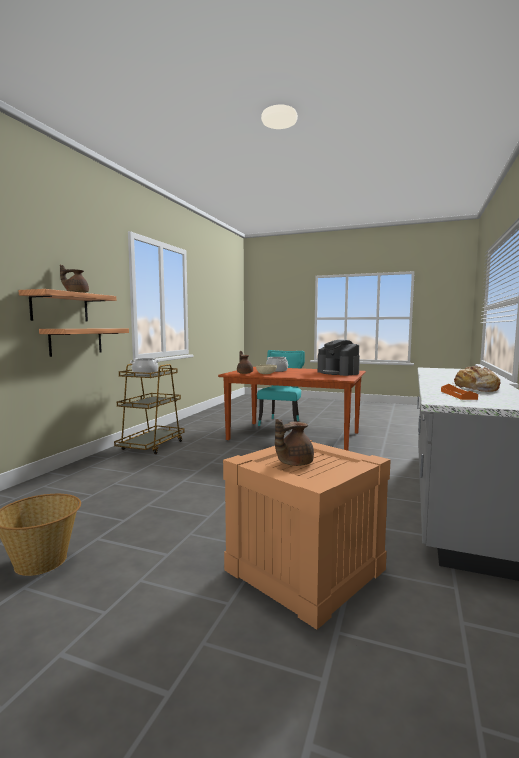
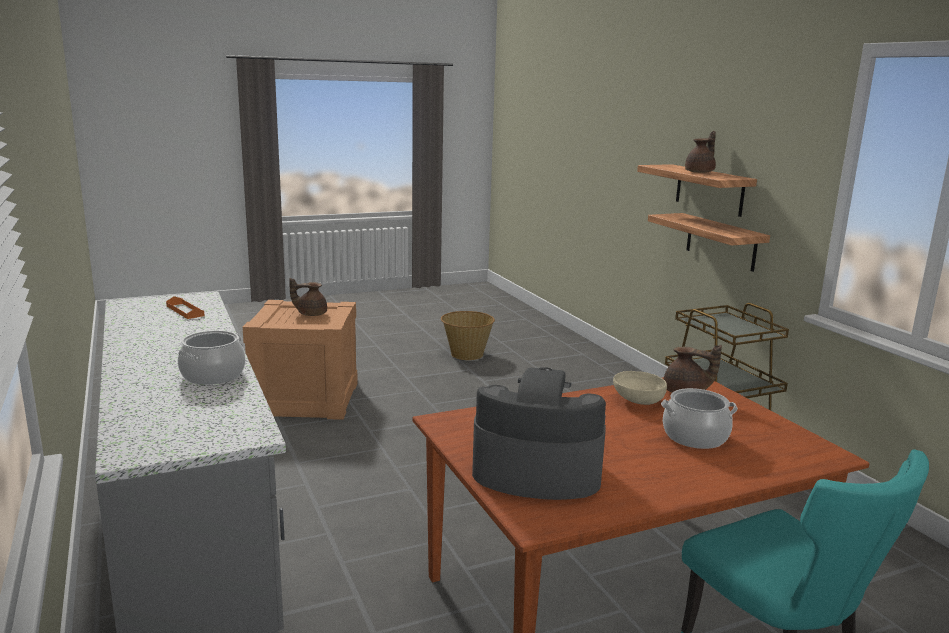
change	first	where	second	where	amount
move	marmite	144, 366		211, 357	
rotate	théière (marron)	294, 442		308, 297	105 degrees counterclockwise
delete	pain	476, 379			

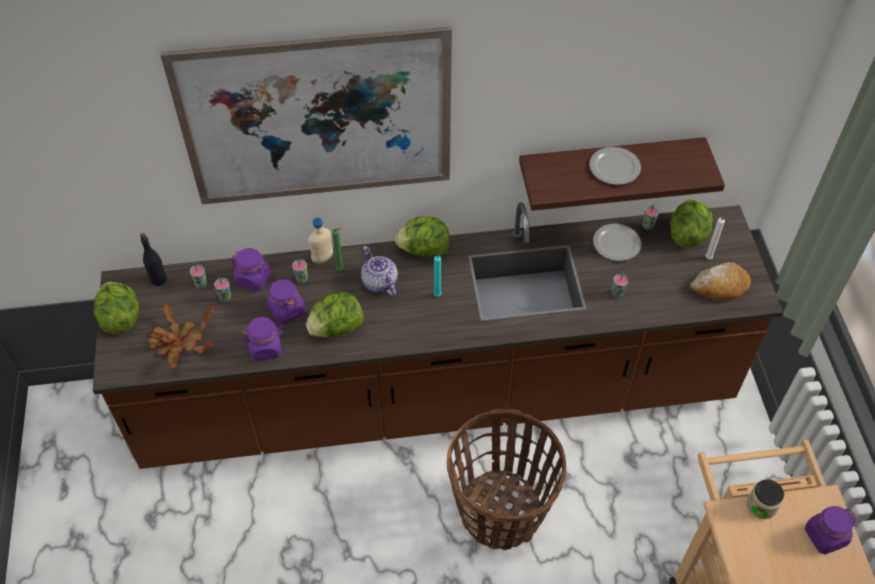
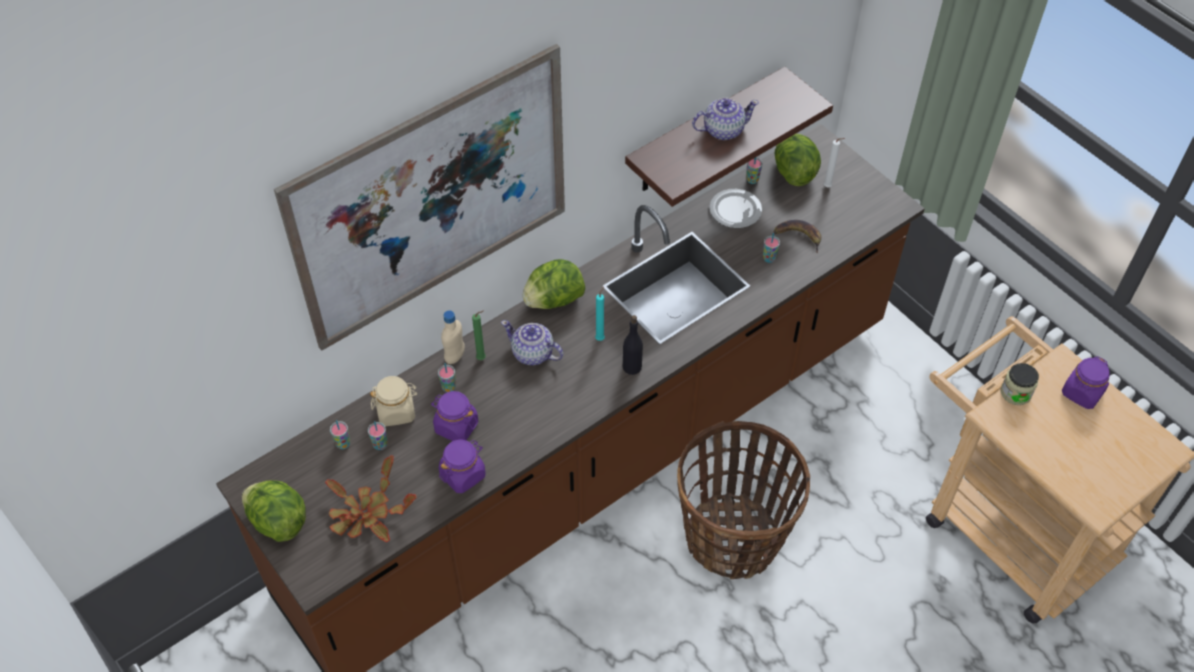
change	first	where	second	where	amount
move	bouteille (noir)	153, 259		633, 345	
recolor	bocal (violet)	251, 270	bocal (beige)	393, 401	
delete	laitue	335, 314			
replace	assiette	615, 166	théière	725, 119	
delete	pain	720, 281			
insert			banane	797, 237	

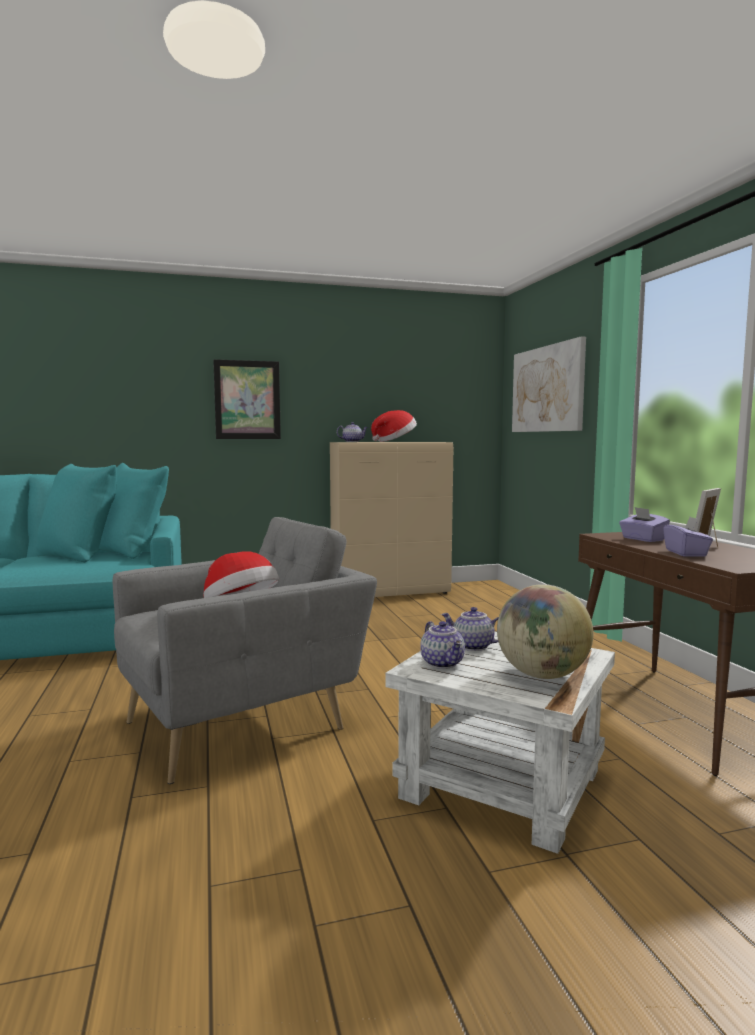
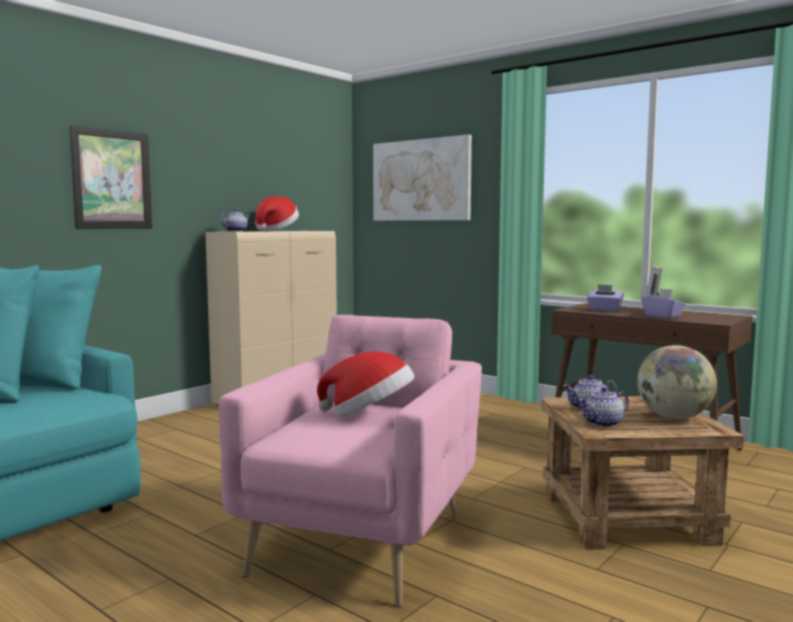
change	first	where	second	where	amount
recolor	fauteuil (gris)	244, 650	fauteuil (rose)	350, 461	
recolor	table d'appoint (blanc)	500, 743	table d'appoint (marron)	642, 473	
rotate	théière	442, 645		604, 407	120 degrees clockwise

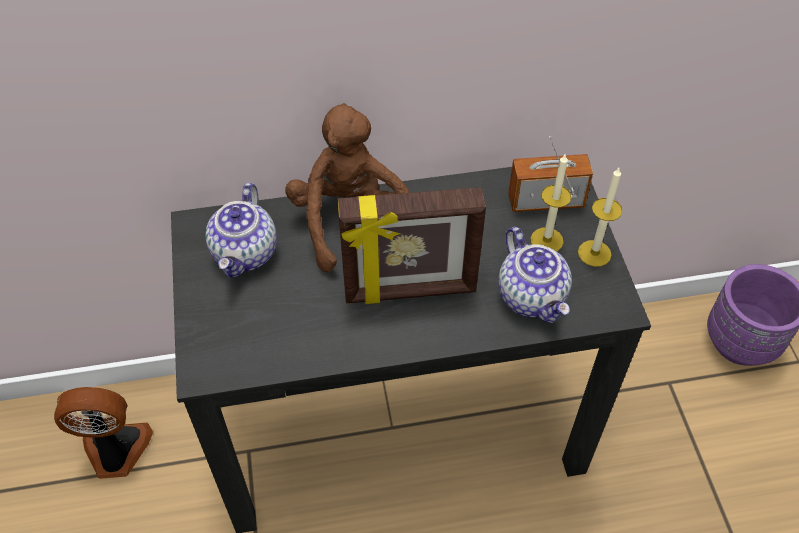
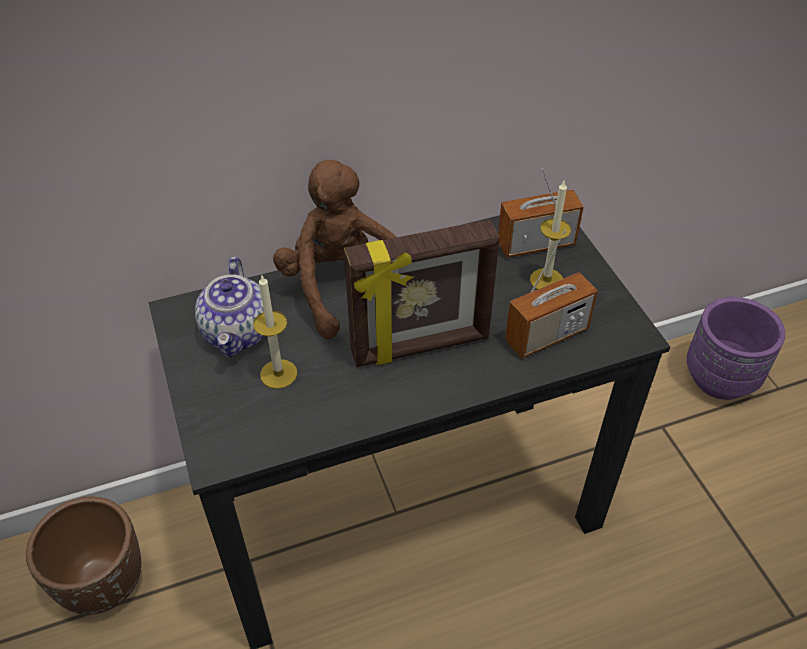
change	first	where	second	where	amount
replace	ventilateur	103, 433	cache-pot (marron)	83, 556	
replace	théière	535, 275	radio	551, 294	
move	bougie	600, 217		275, 332	

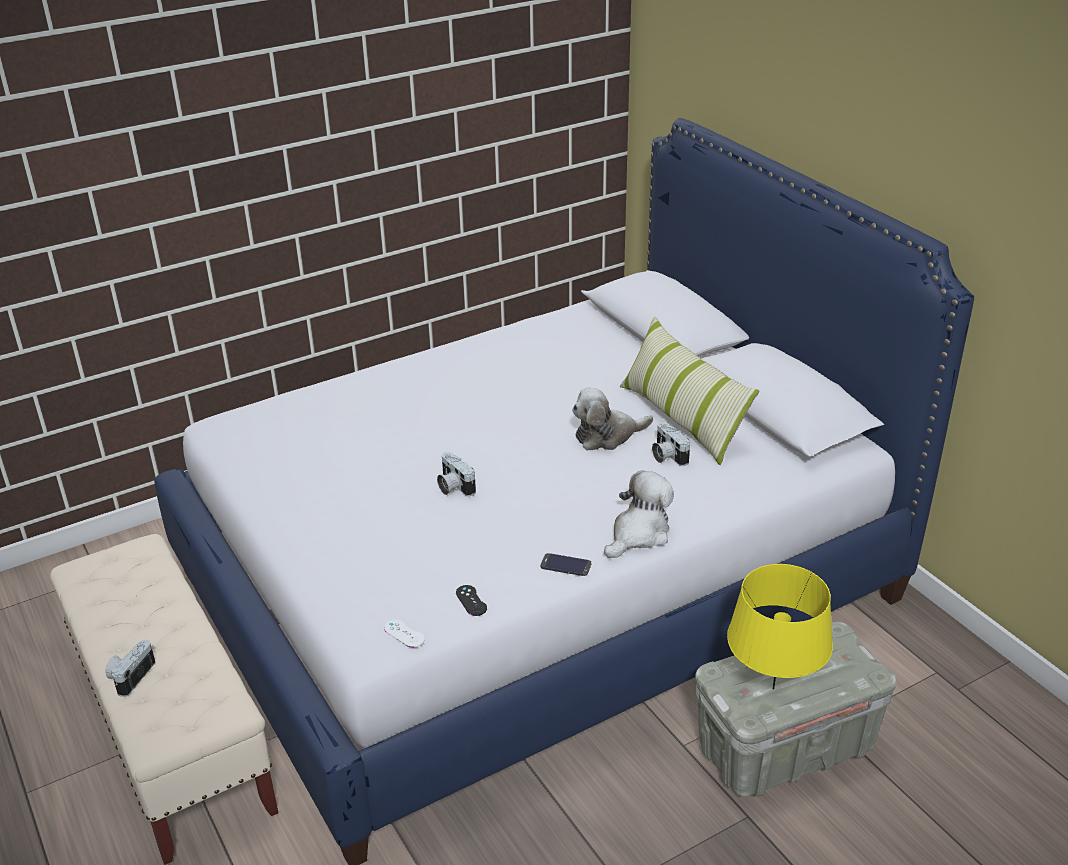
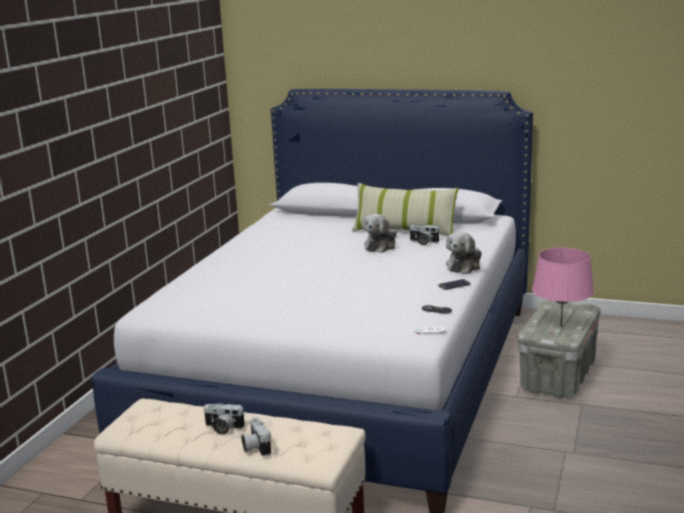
change	first	where	second	where	amount
move	appareil photo	456, 474		224, 419	
rotate	peluche	639, 514		464, 253	150 degrees counterclockwise
recolor	lampe de table (jaune)	780, 627	lampe de table (rose)	563, 287	

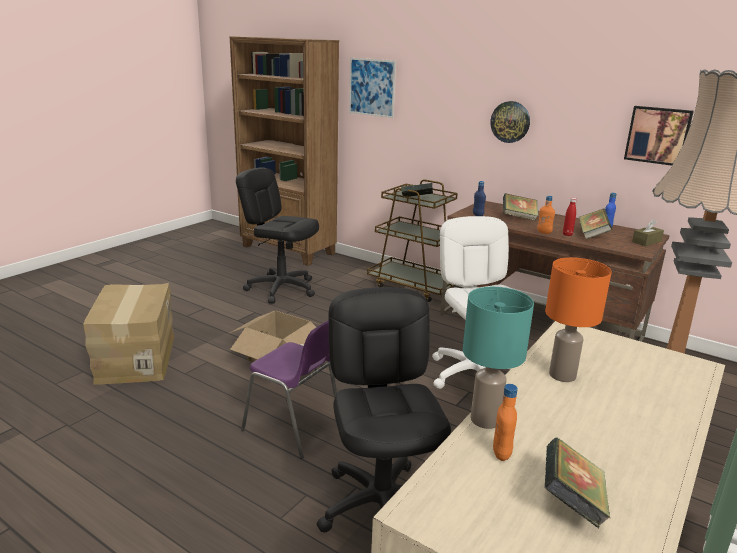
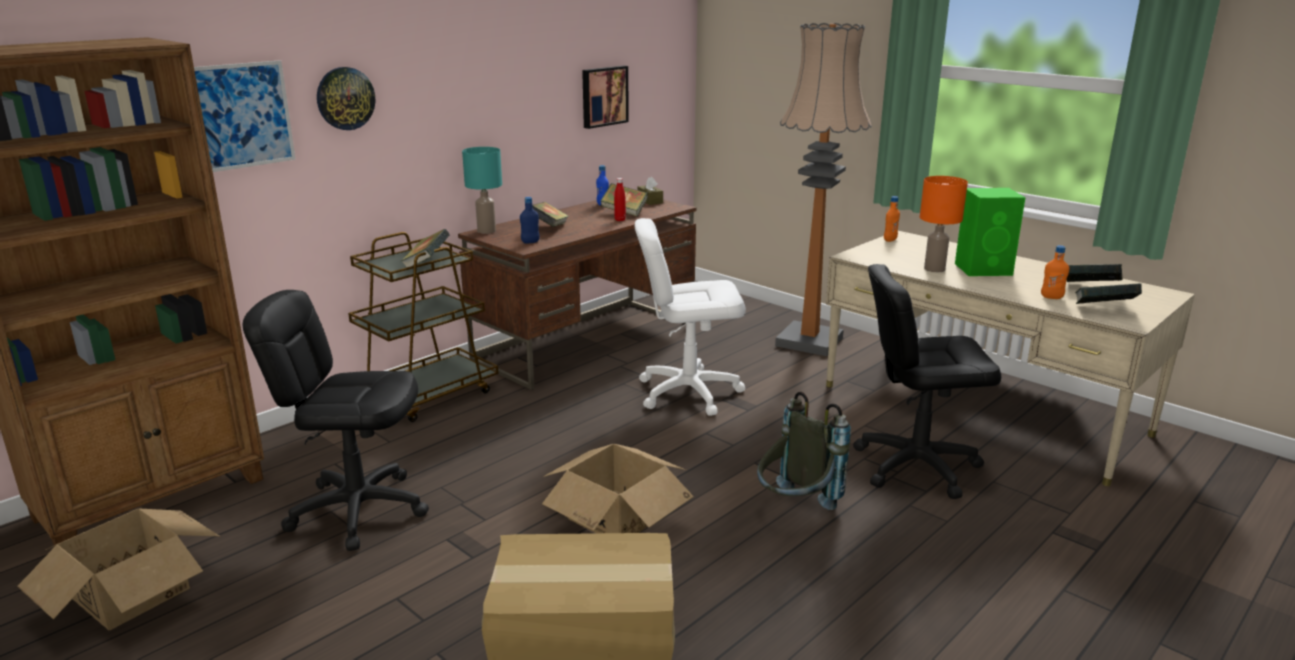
change	first	where	second	where	amount
rotate	chaise de bureau (noir)	277, 235		336, 420	60 degrees clockwise
replace	chaise (violet)	289, 389	sac à dos (gris)	804, 451	
move	lampe de table (turquoise)	498, 358		482, 190	
move	horloge murale	510, 122		346, 98	
move	bouteille (orange)	546, 215		892, 219	
insert			carton	118, 569	
insert			enceinte (vert)	990, 232	
insert			livre	1108, 293	

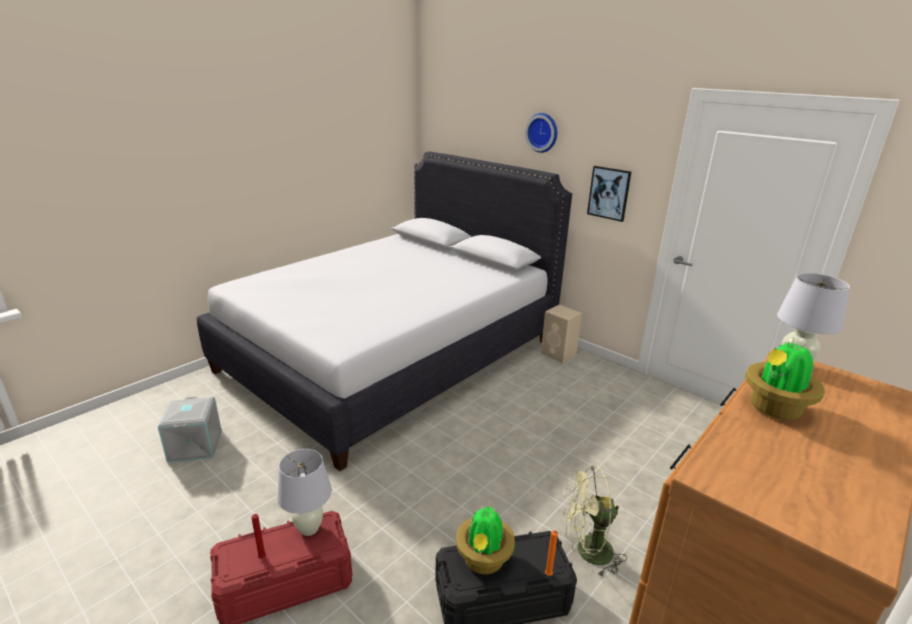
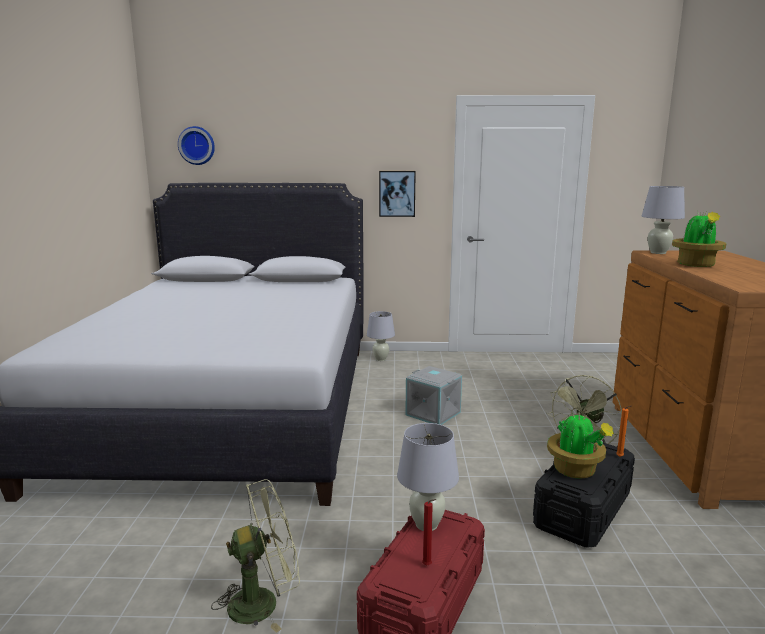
change	first	where	second	where	amount
move	boîte de rangement (gris)	190, 430		433, 395	
move	horloge murale	541, 133		196, 145	
replace	enceinte (beige)	561, 334	lampe de table (blanc)	381, 336	
insert			ventilateur (vert)	255, 556	

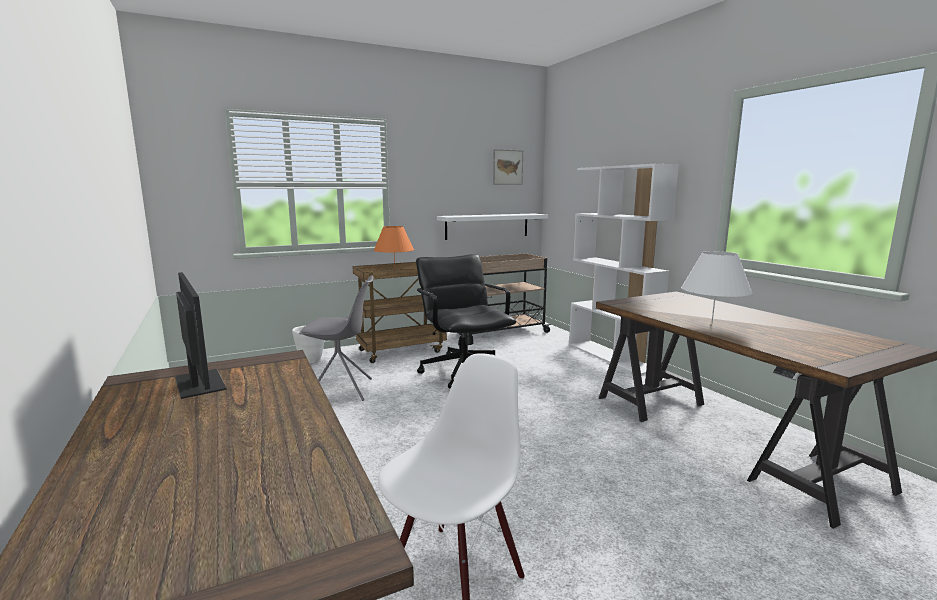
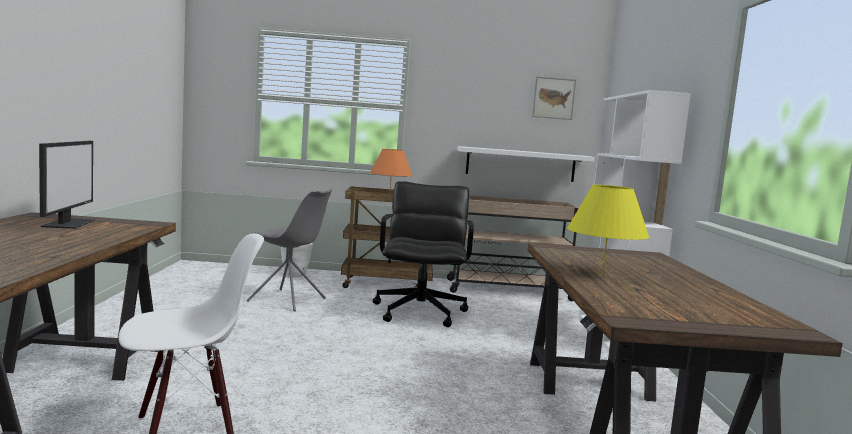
change	first	where	second	where	amount
recolor	lampe de table (blanc)	717, 287	lampe de table (jaune)	608, 230	

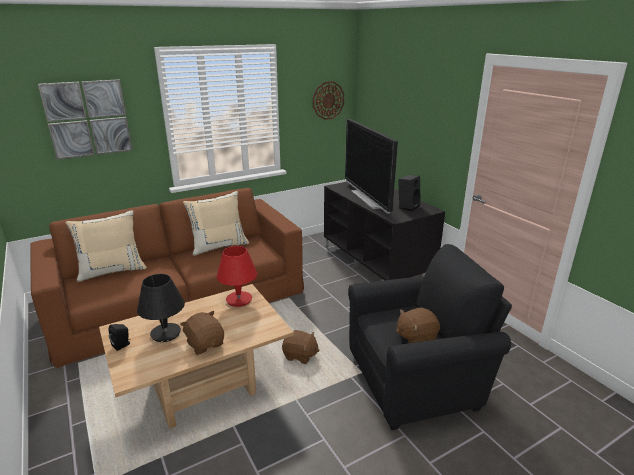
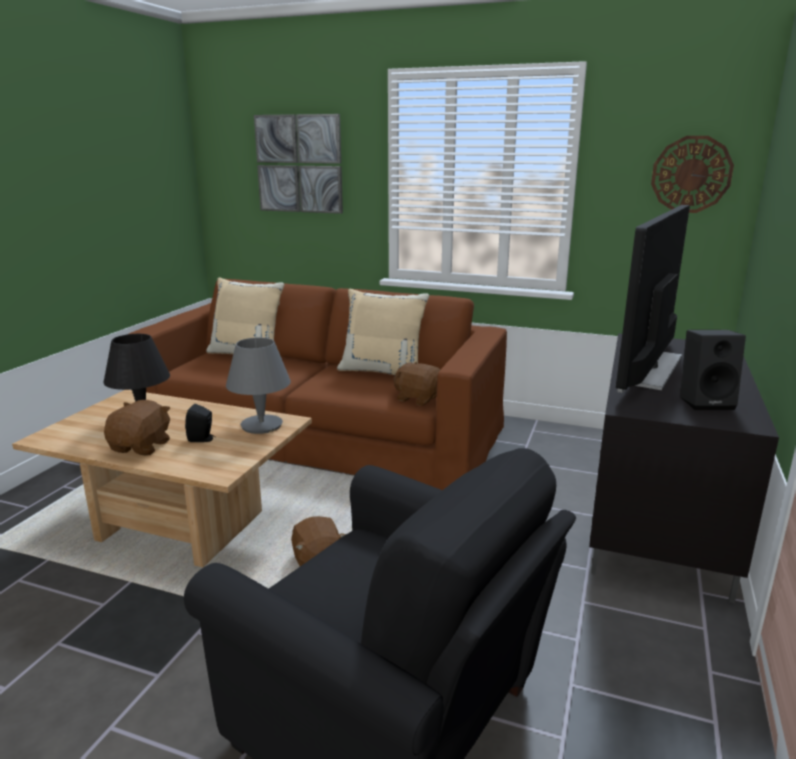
change	first	where	second	where	amount
move	enceinte (noir)	119, 337		200, 423	
recolor	lampe de table (rouge)	237, 276	lampe de table (gris)	258, 386	
move	peluche (marron)	418, 325		416, 384	

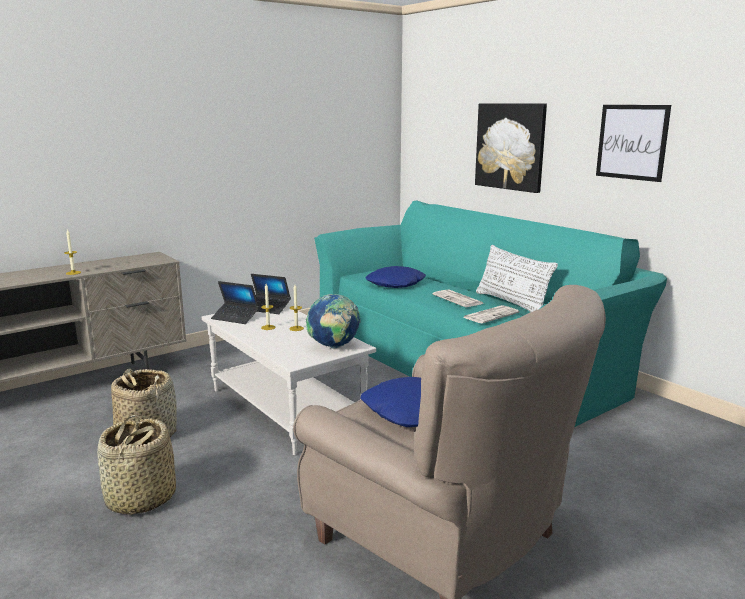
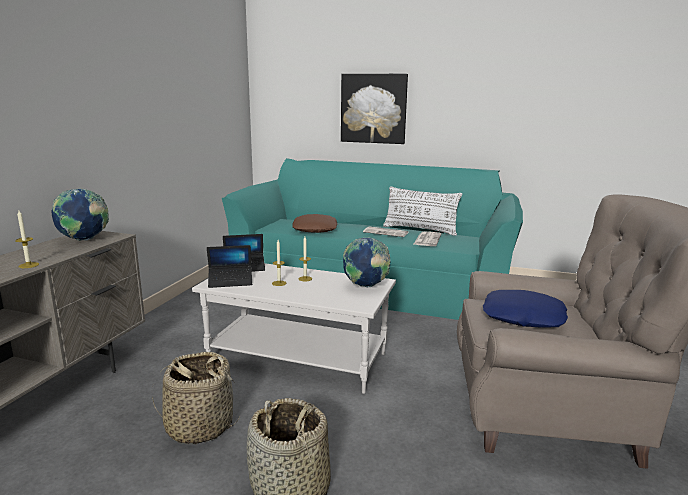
change	first	where	second	where	amount
recolor	coussin (bleu)	396, 277	coussin (marron)	314, 223	
delete	tableau	633, 143			
insert			globe	80, 214	

